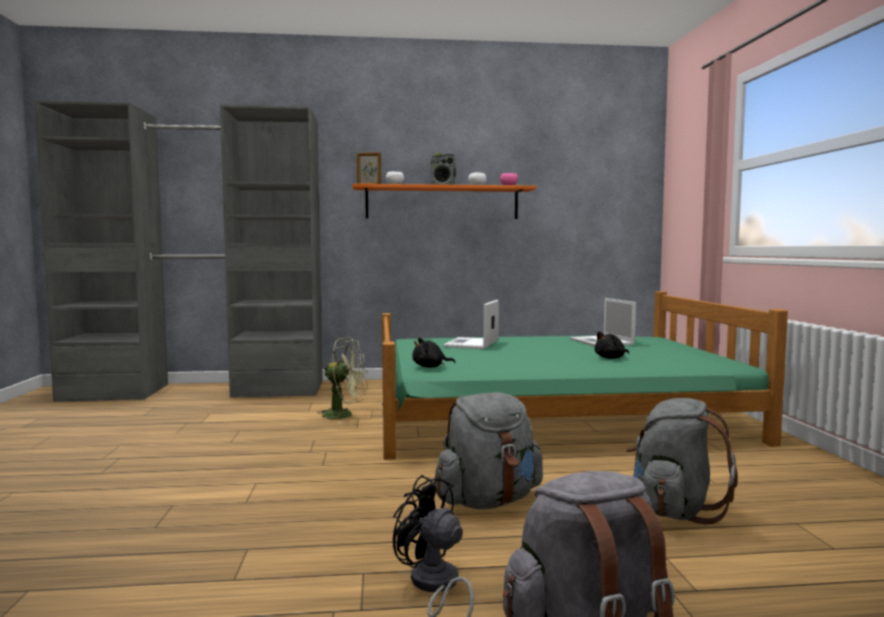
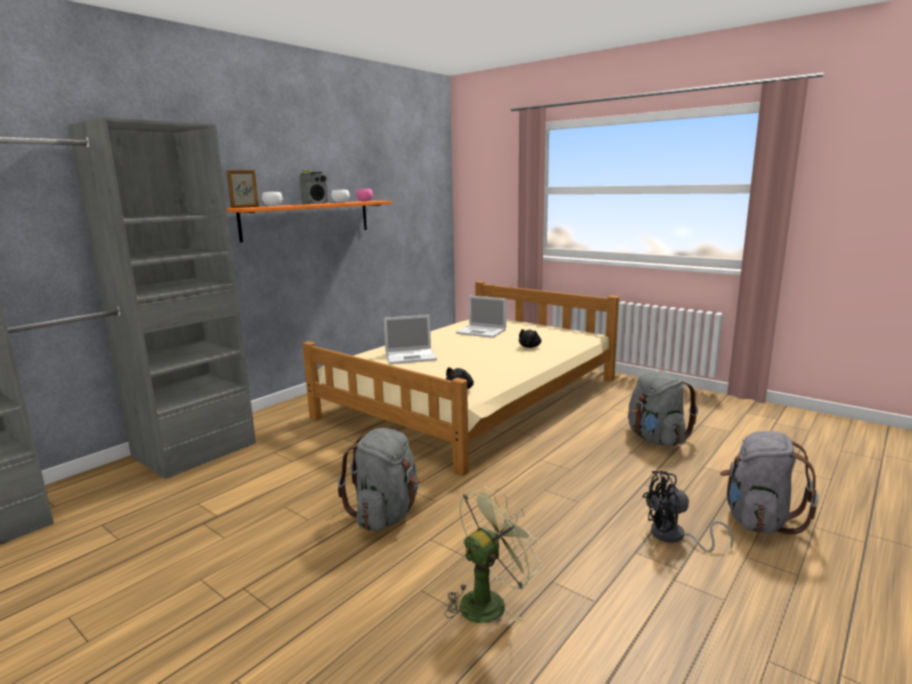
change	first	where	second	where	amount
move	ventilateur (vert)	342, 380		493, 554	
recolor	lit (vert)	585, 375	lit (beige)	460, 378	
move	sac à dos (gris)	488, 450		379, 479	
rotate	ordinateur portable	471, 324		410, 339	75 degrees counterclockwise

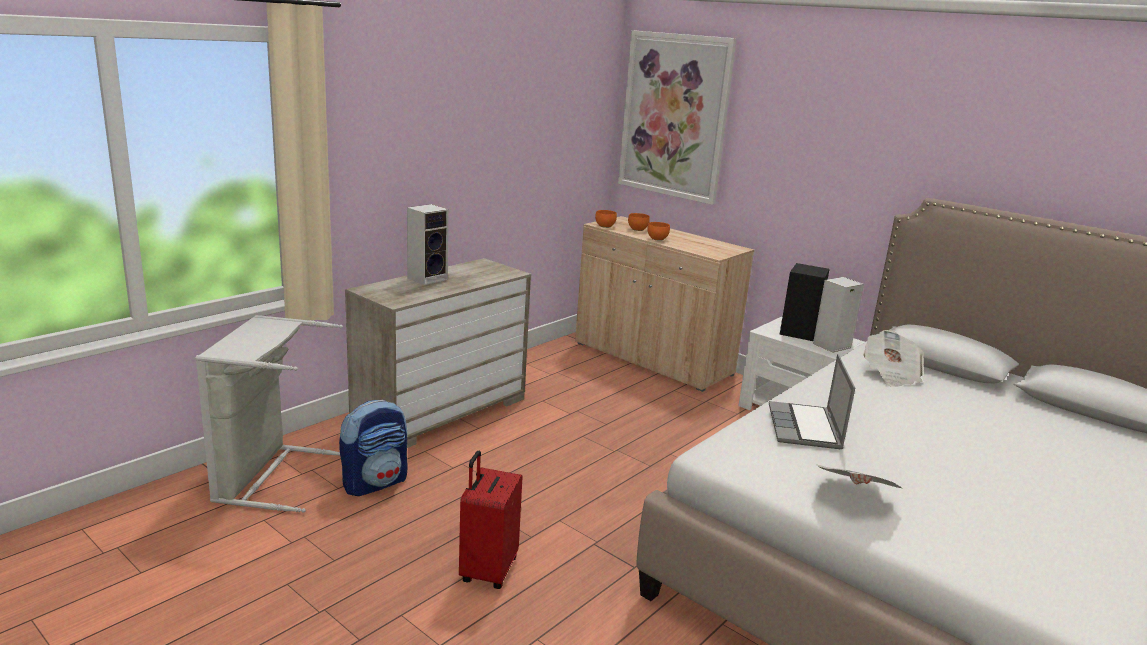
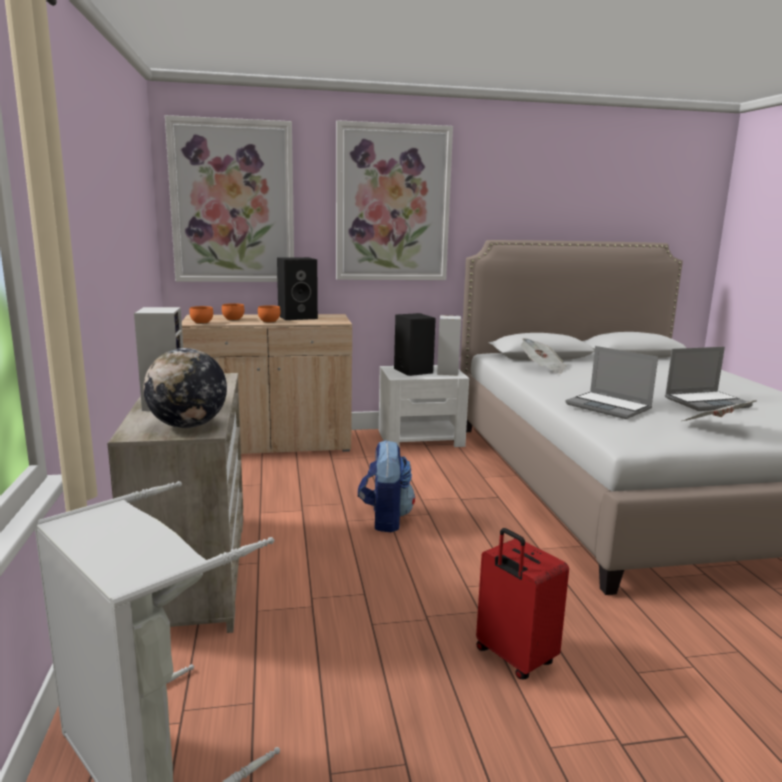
change	first	where	second	where	amount
move	sac à dos	373, 448		386, 486	
insert			globe	185, 388	
insert			enceinte (noir)	297, 288	
insert			tableau	394, 200	
insert			ordinateur portable	709, 379	

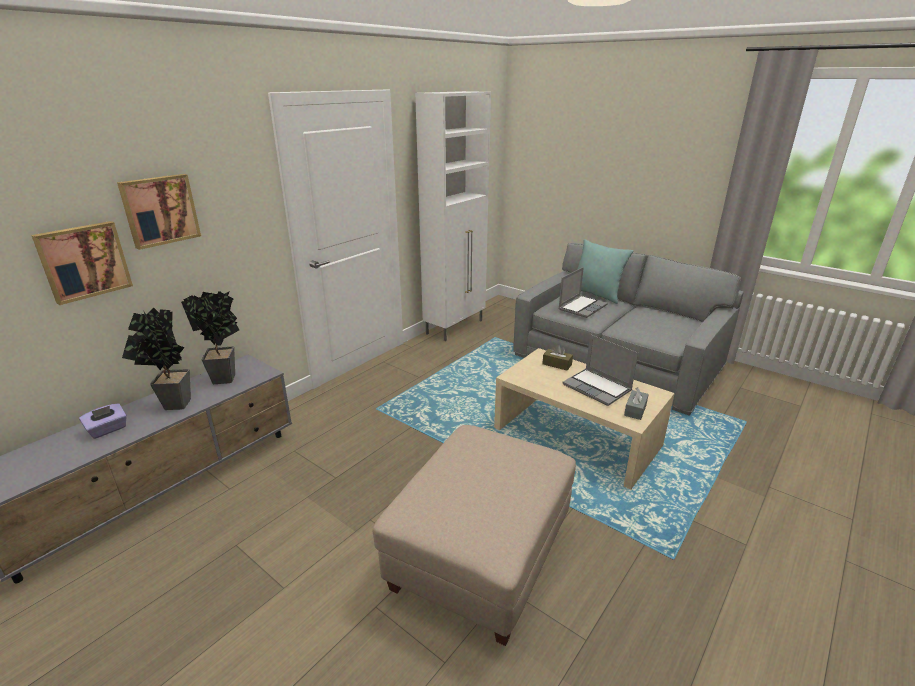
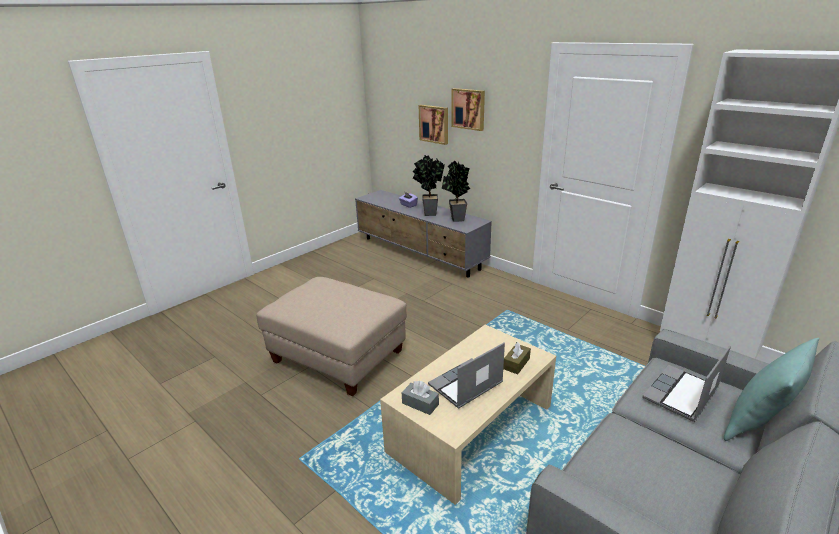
change	first	where	second	where	amount
rotate	ordinateur portable	583, 292		686, 384	90 degrees clockwise

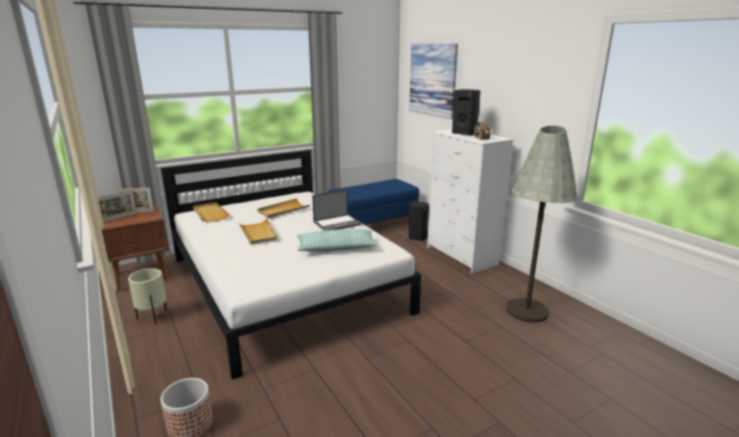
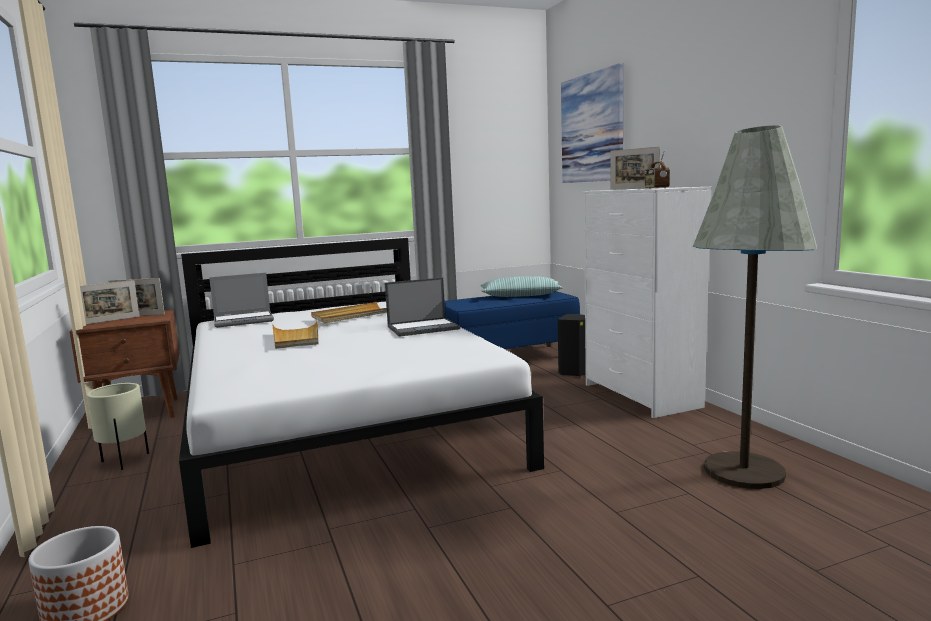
change	first	where	second	where	amount
replace	plateau (beige)	211, 212	ordinateur portable	241, 300	
move	coussin	337, 240		522, 286	
replace	enceinte (noir)	466, 112	cadre photo	635, 168	

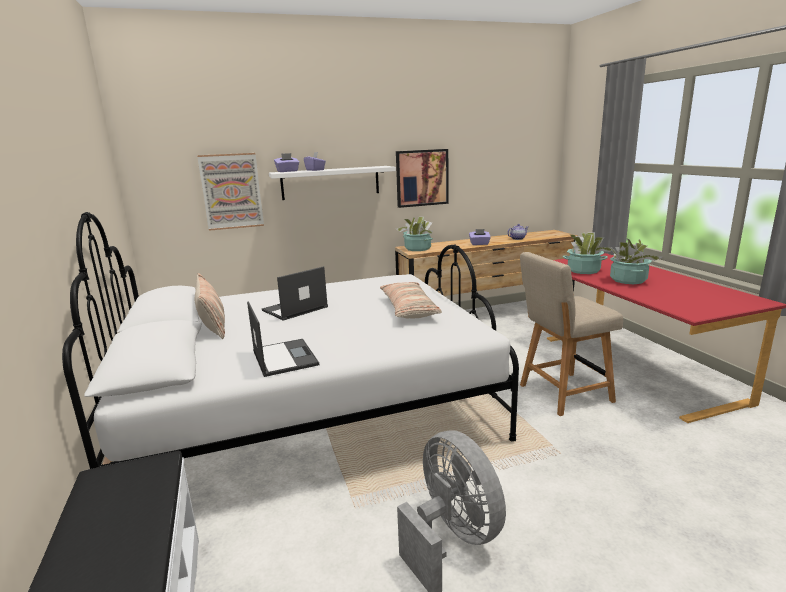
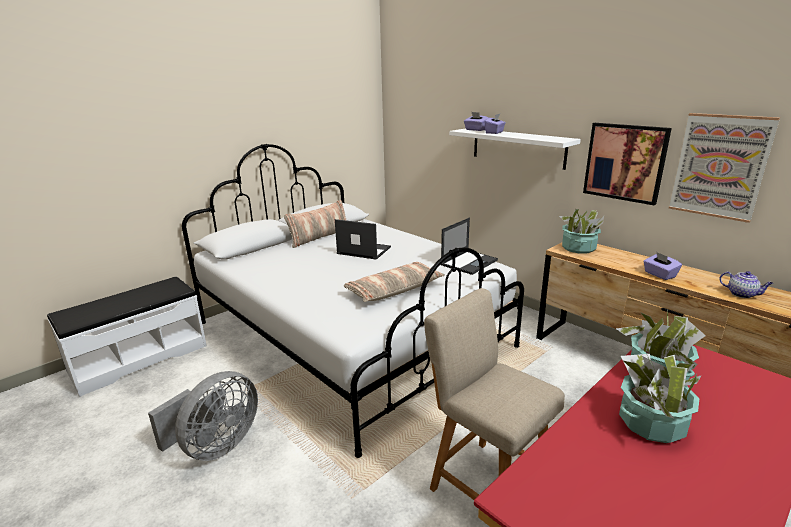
change	first	where	second	where	amount
move	tableau	230, 192		724, 168	
move	ordinateur portable	283, 339		469, 246	

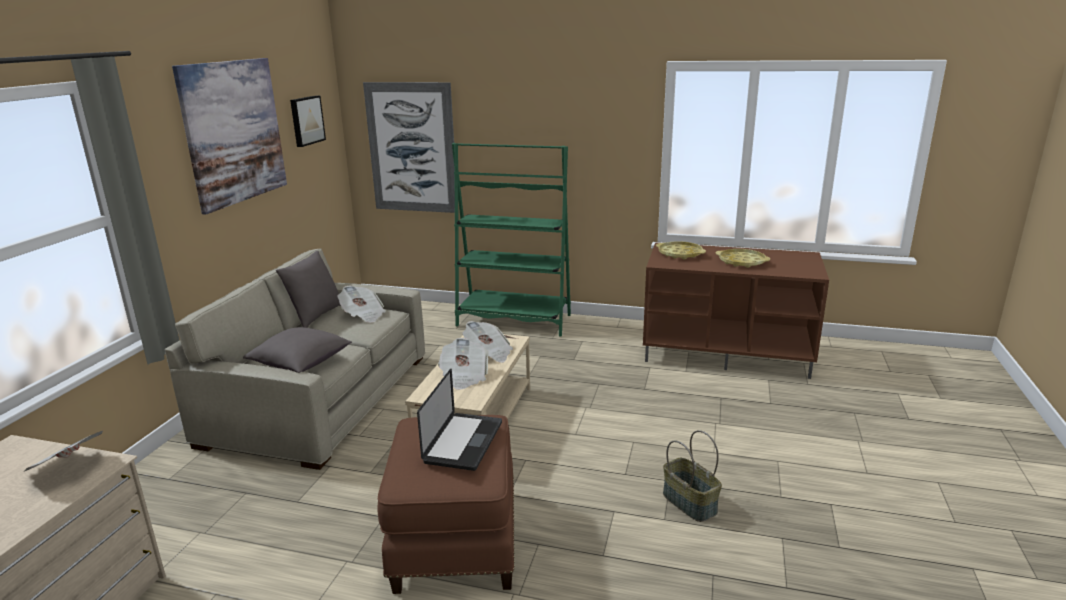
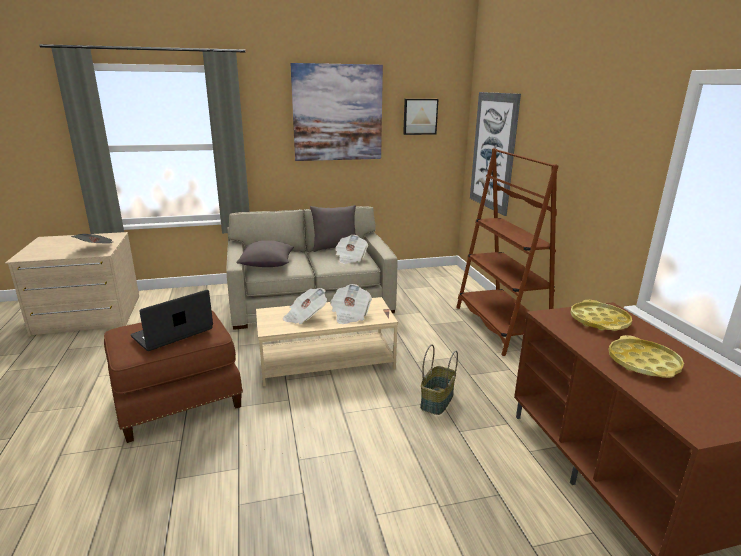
change	first	where	second	where	amount
rotate	ordinateur portable	459, 420		172, 320	150 degrees clockwise
recolor	bibliothèque (vert)	511, 240	bibliothèque (marron)	507, 252	
move	panier	692, 476		439, 379	

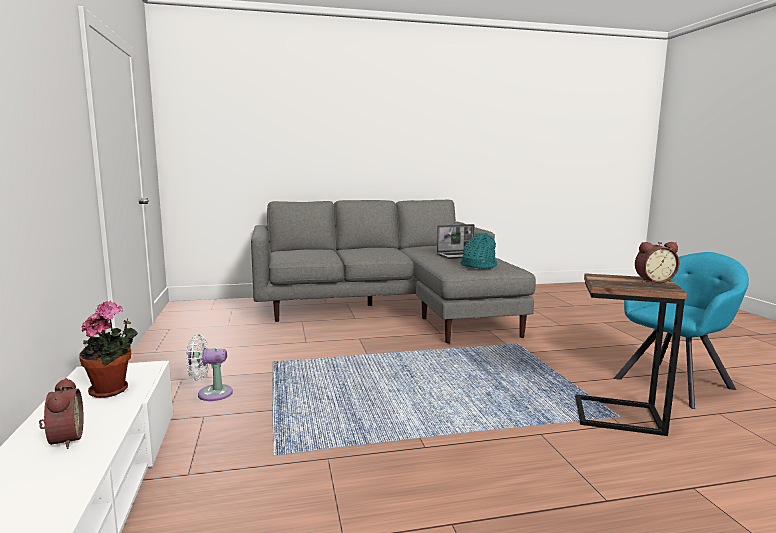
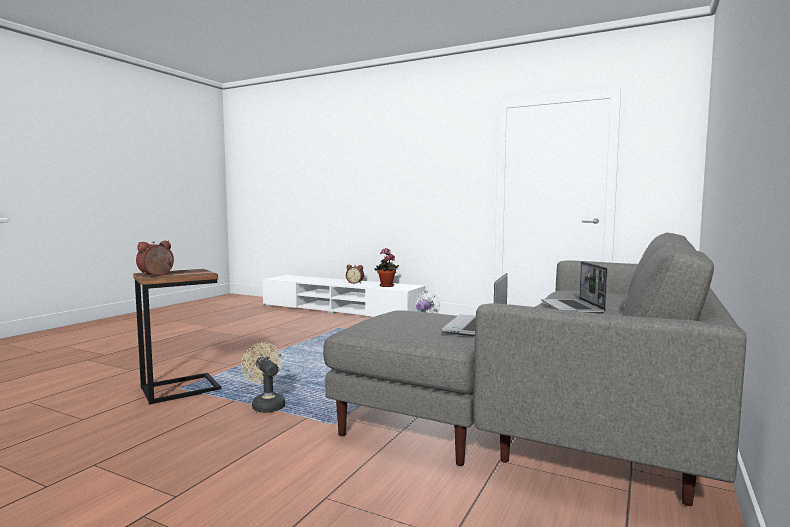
change	first	where	second	where	amount
delete	chapeau (turquoise)	479, 251			
delete	fauteuil (turquoise)	681, 330			
insert			ventilateur (beige)	263, 377	
insert			ordinateur portable	574, 287	

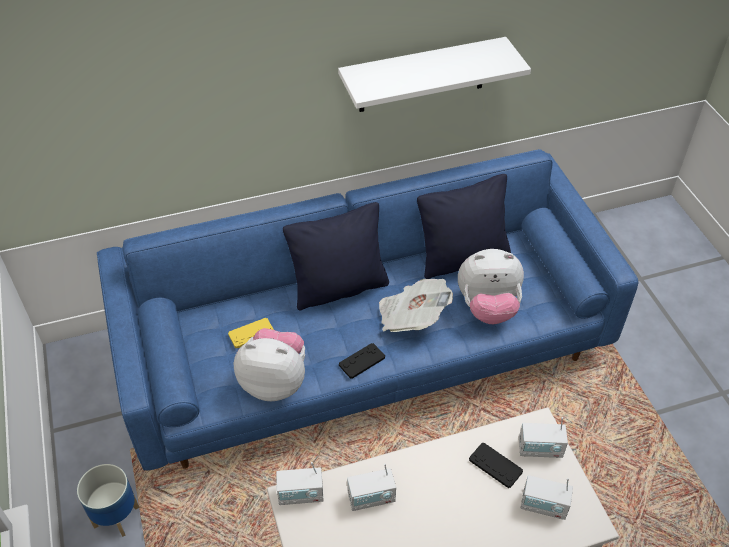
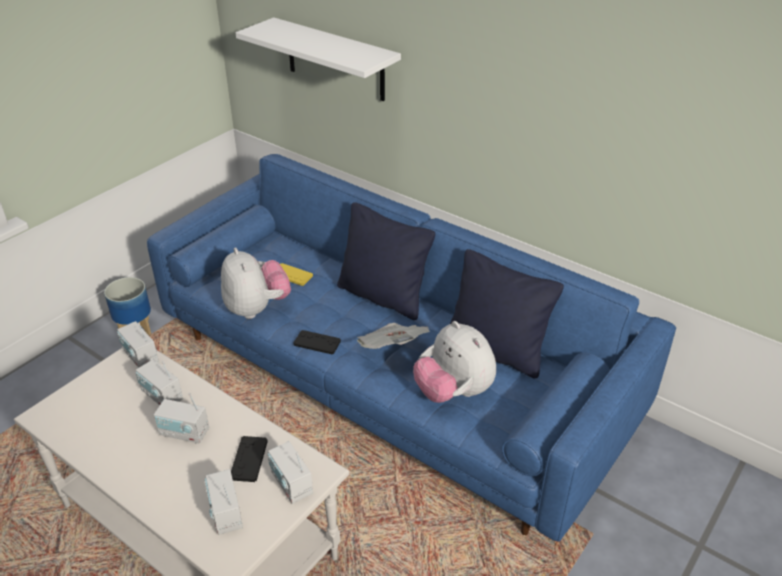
change	first	where	second	where	amount
move	étagère (blanc)	434, 74		318, 59	
insert			radio	181, 418	

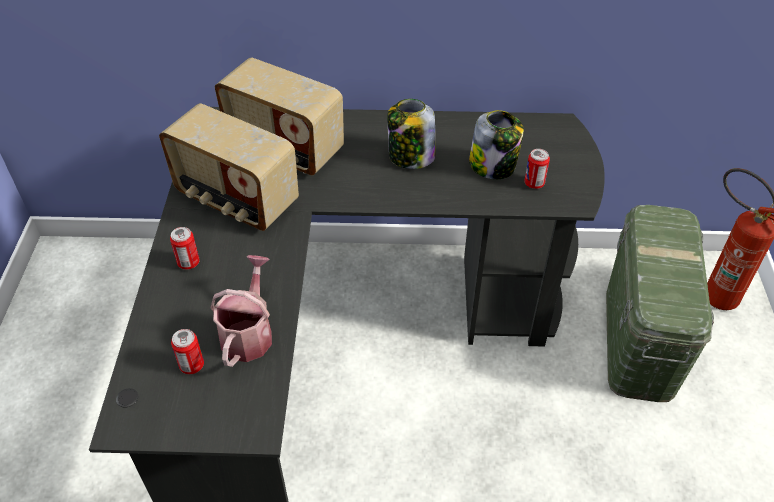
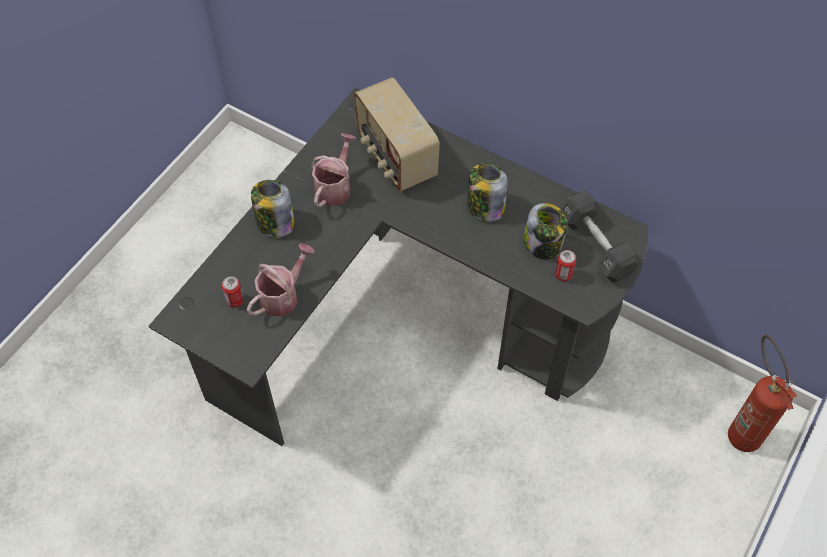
change	first	where	second	where	amount
replace	radio	229, 167	arrosoir	333, 170	
replace	boîte métallique	185, 248	bocal	273, 209	
delete	boîte de rangement (vert)	660, 303			
insert			haltère (noir)	600, 236	

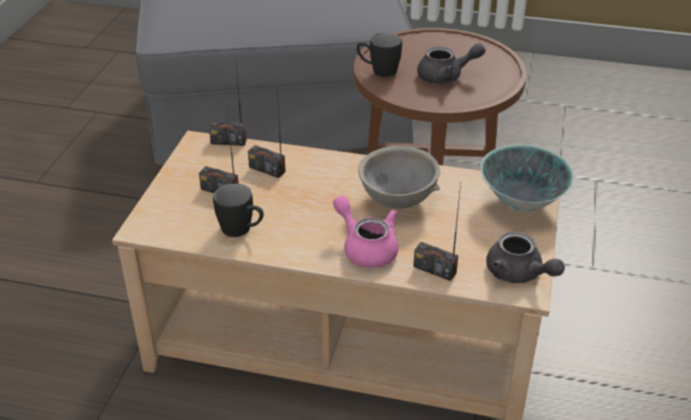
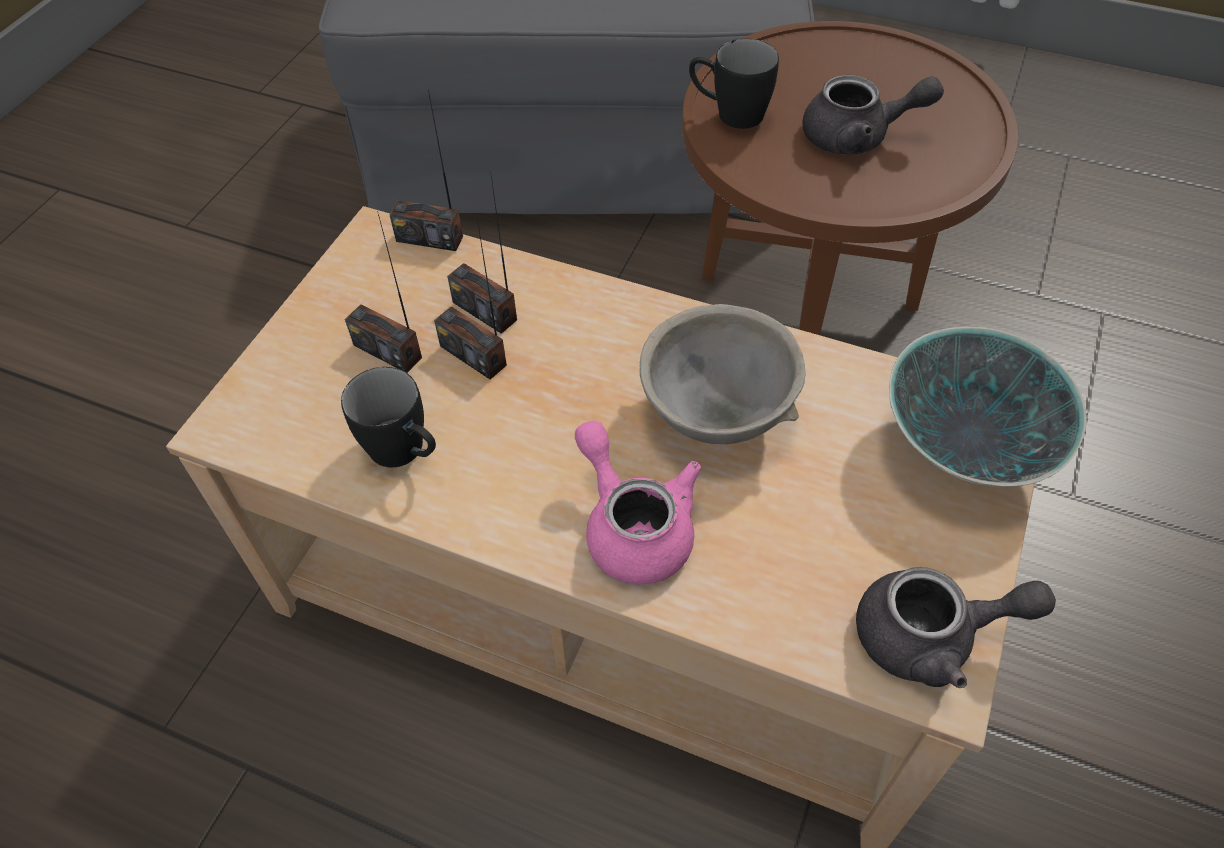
change	first	where	second	where	amount
move	radio	437, 232		470, 299	
rotate	théière (gris)	525, 257		956, 627	60 degrees counterclockwise

